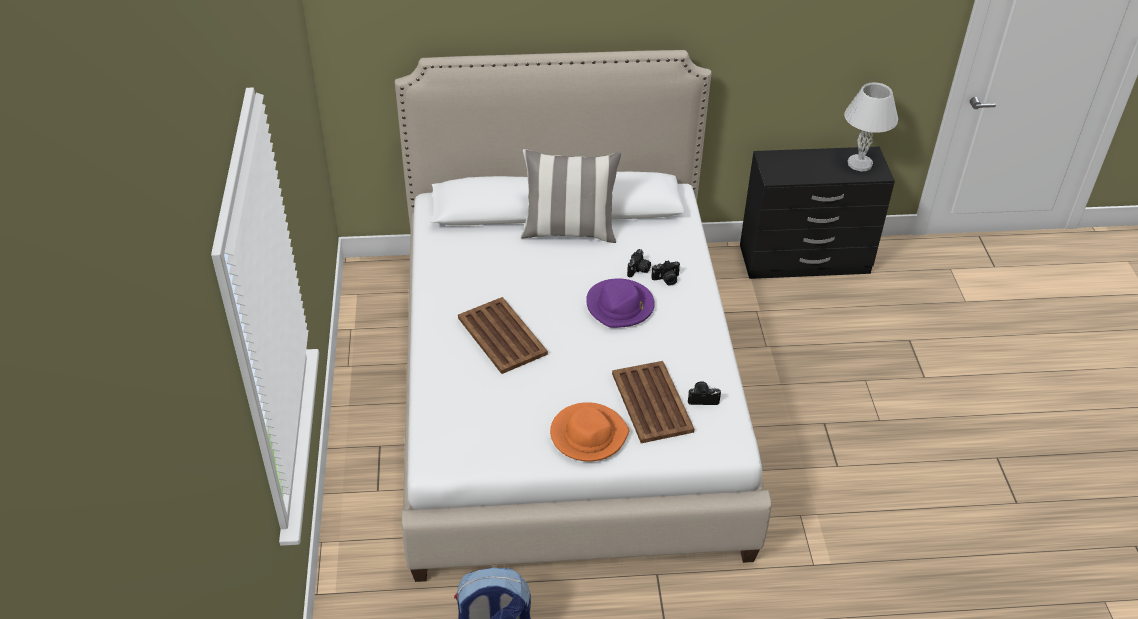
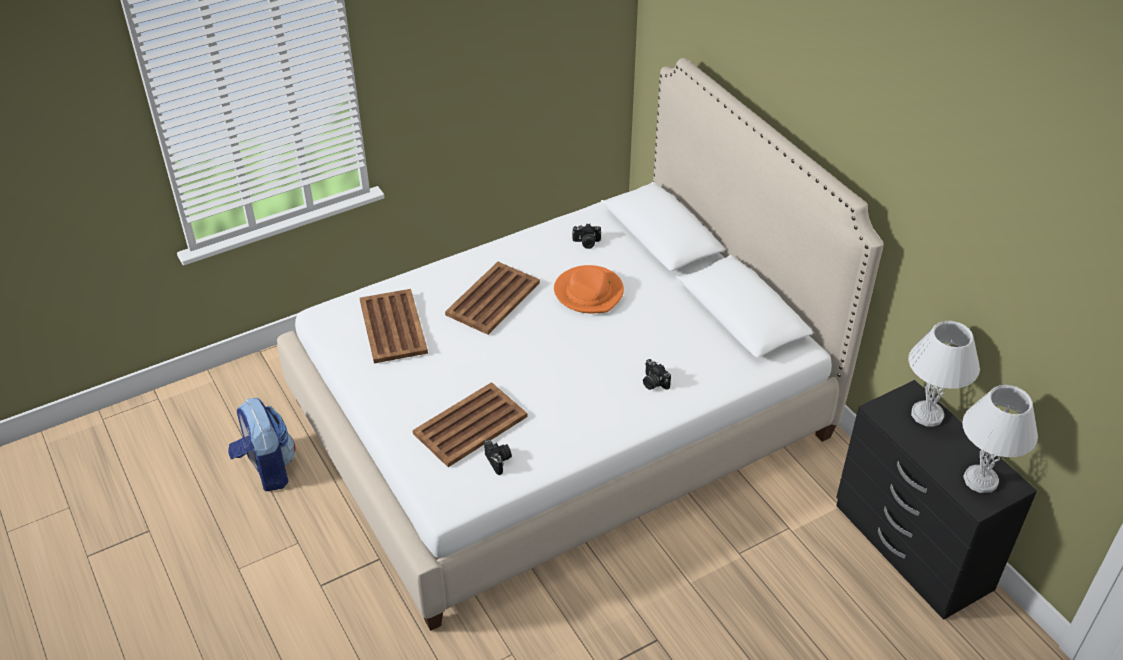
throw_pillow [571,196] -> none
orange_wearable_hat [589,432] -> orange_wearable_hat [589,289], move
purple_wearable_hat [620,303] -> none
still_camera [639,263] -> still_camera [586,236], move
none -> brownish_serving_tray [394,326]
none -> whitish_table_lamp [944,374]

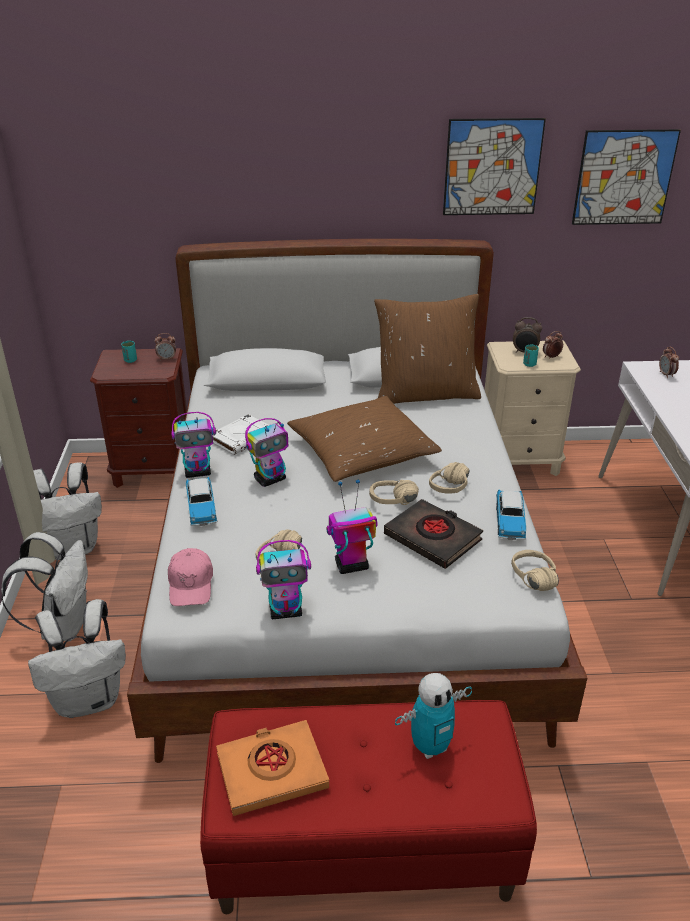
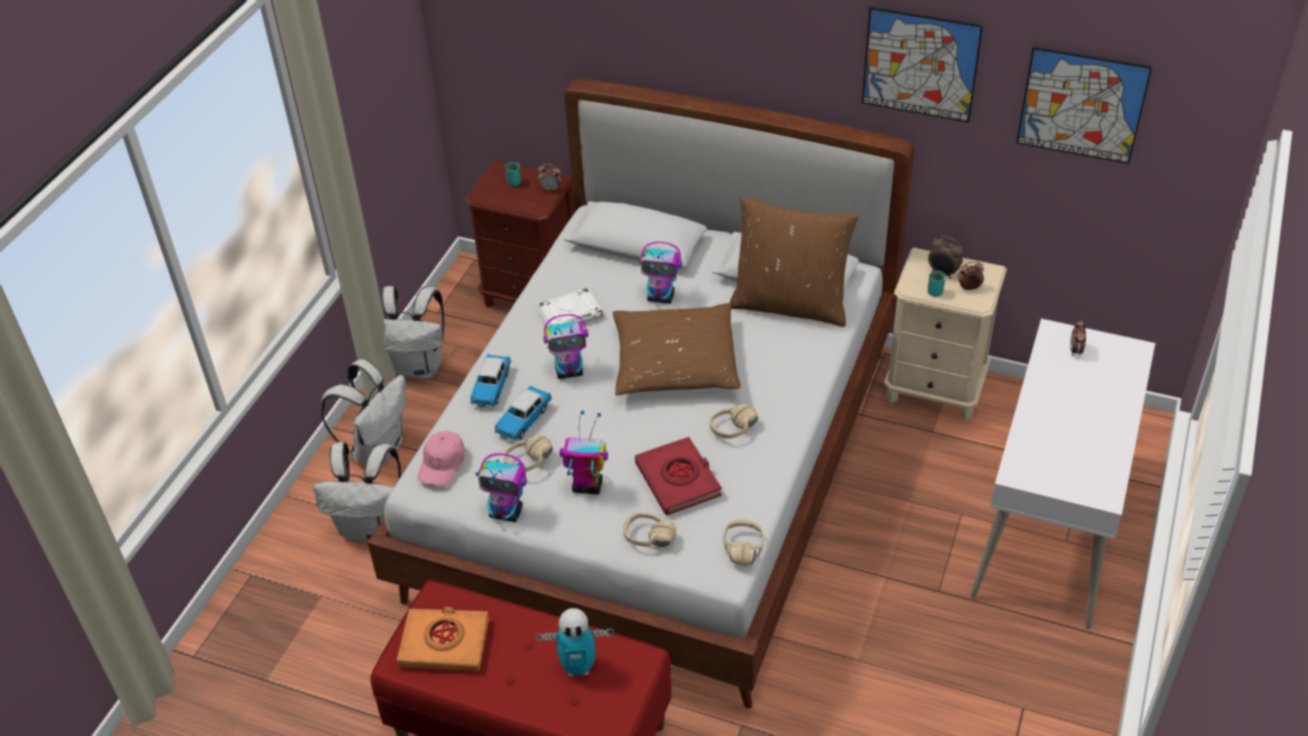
robot_figure [193,445] -> robot_figure [660,273], move
beige-coloured_pair_of_headphones [394,492] -> beige-coloured_pair_of_headphones [649,531], move
black_bound_book [433,534] -> red_bound_book [678,476]
miniature_car [511,514] -> miniature_car [523,413], move

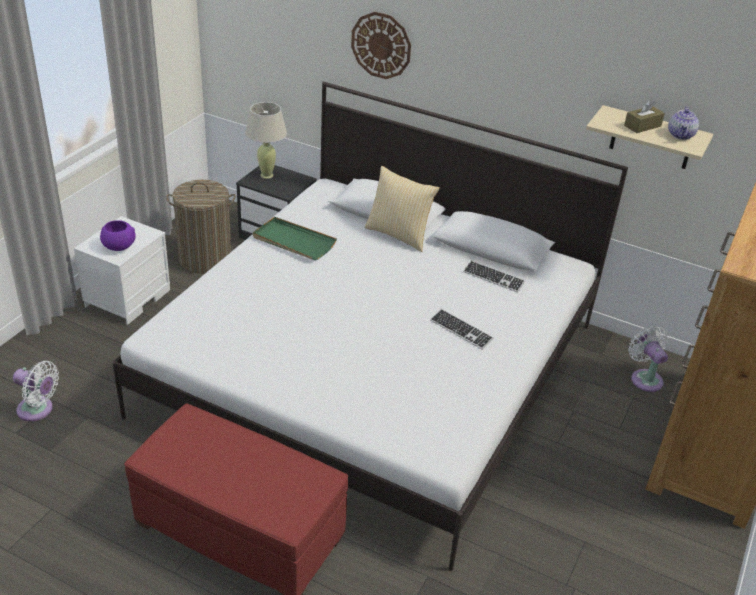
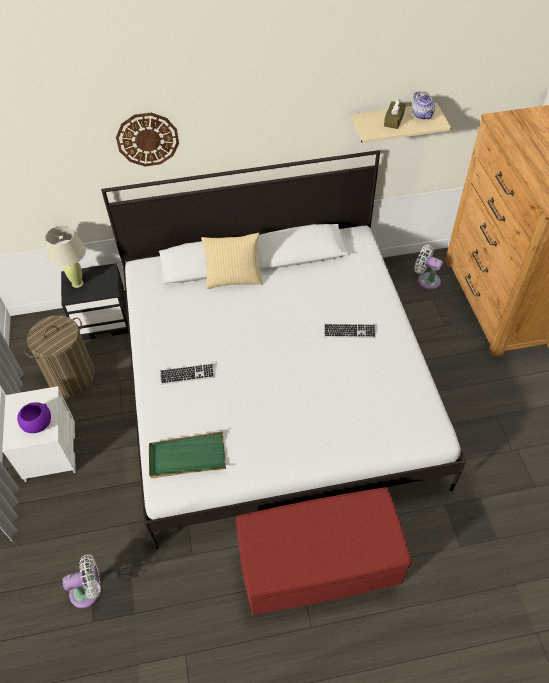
greenish_serving_tray [295,238] -> greenish_serving_tray [187,454], move
computer_keyboard [494,277] -> computer_keyboard [187,373], move

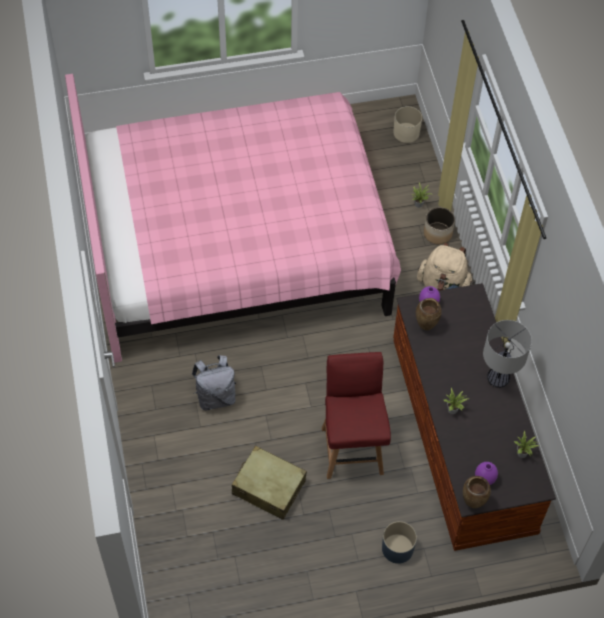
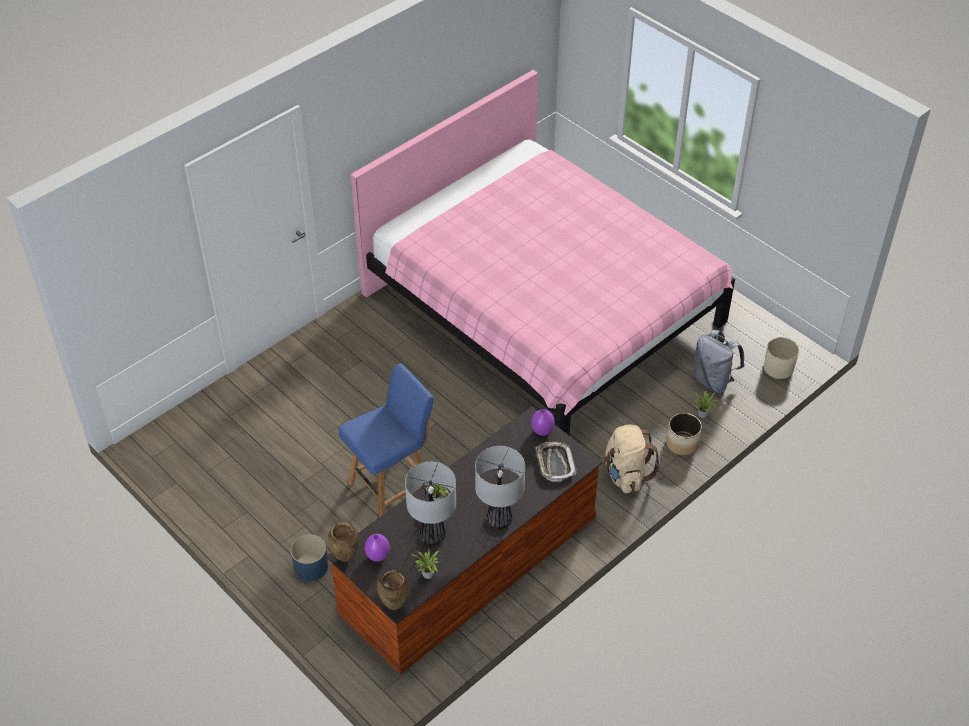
grey_backpack [214,383] -> grey_backpack [718,362], move
beige-coloured_piece_of_luggage [269,483] -> none
red_plain_chair [356,415] -> blue-coloured_plain_chair [386,440]
brownish_vase [428,314] -> brownish_vase [393,590], move
none -> table_lamp [430,503]
none -> serving_tray [555,462]

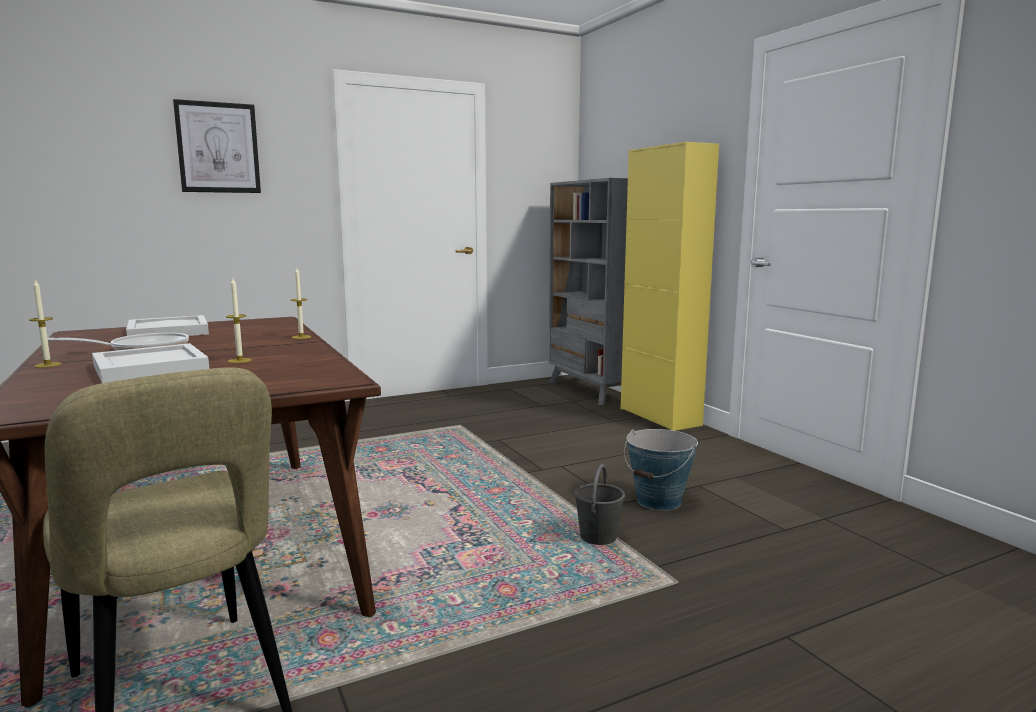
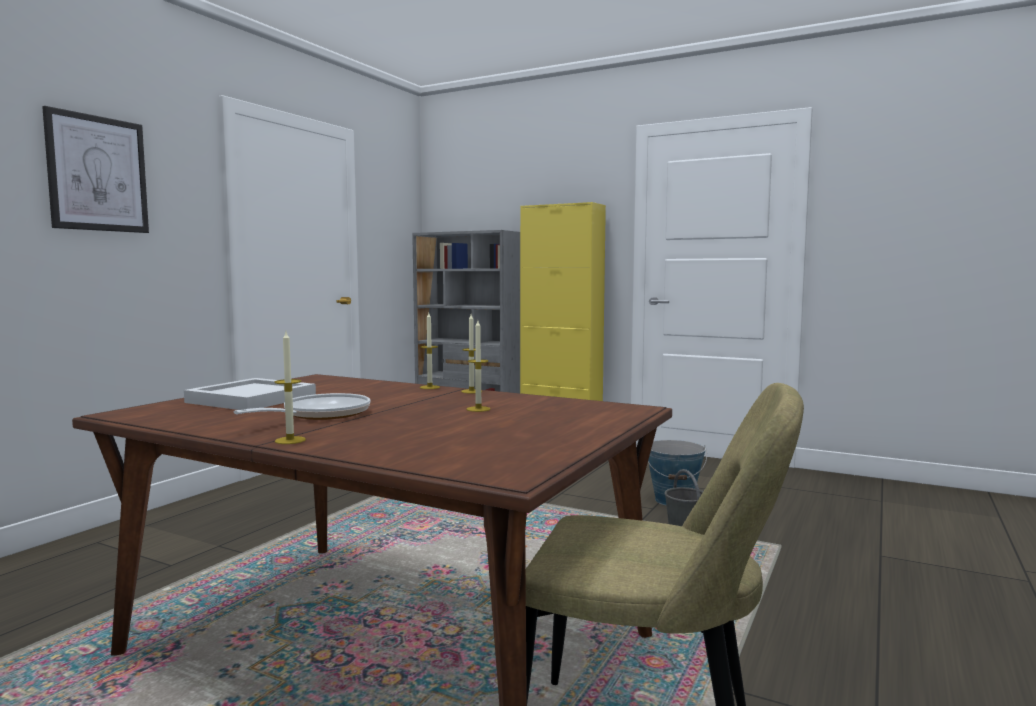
whitish_serving_tray [150,363] -> none
none -> wax_candle [471,354]

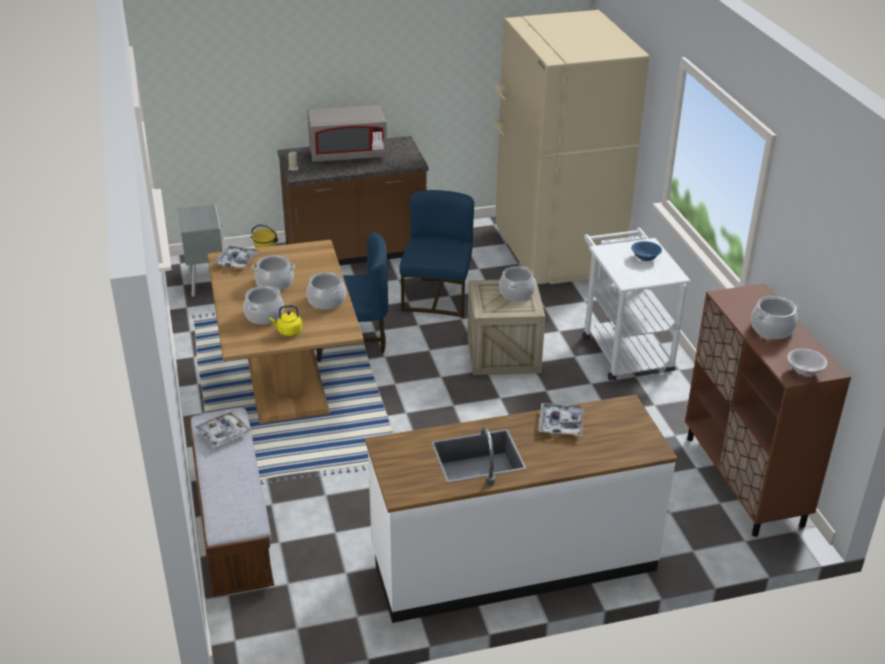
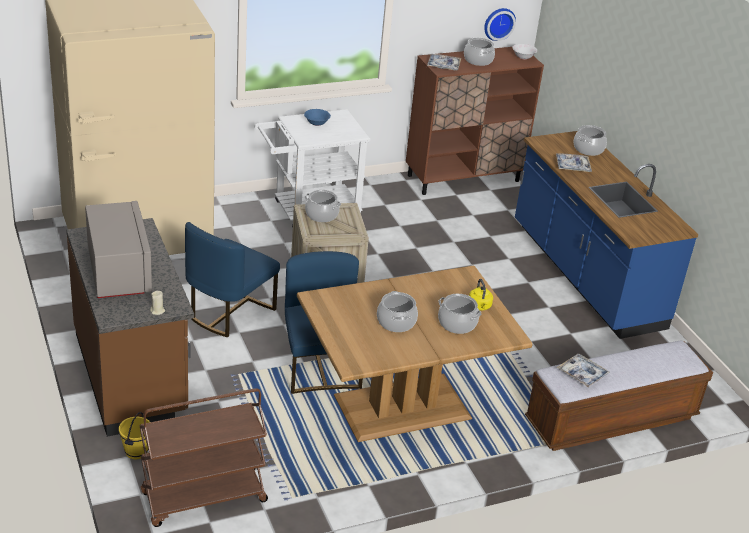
grey_night_table [200,251] -> brownish_trolley [203,457]
serving_tray [236,257] -> serving_tray [444,62], move
cooking_pot [326,291] -> cooking_pot [590,140], move
whitish_kitchen_base_unit [521,508] -> blue-coloured_kitchen_base_unit [606,235]
blue-coloured_plain_chair [436,253] -> blue-coloured_plain_chair [232,280], 60 degrees counterclockwise
none -> hanging_clock [500,24]

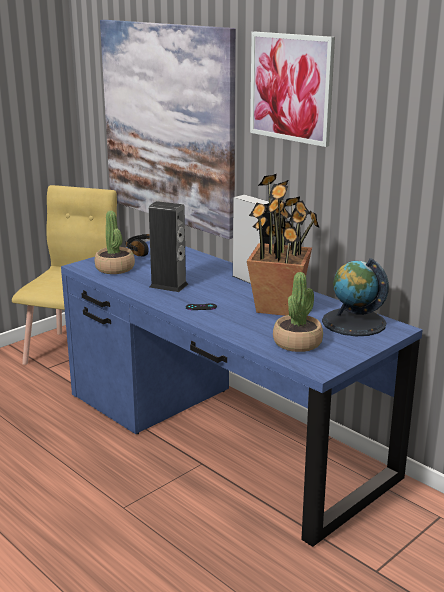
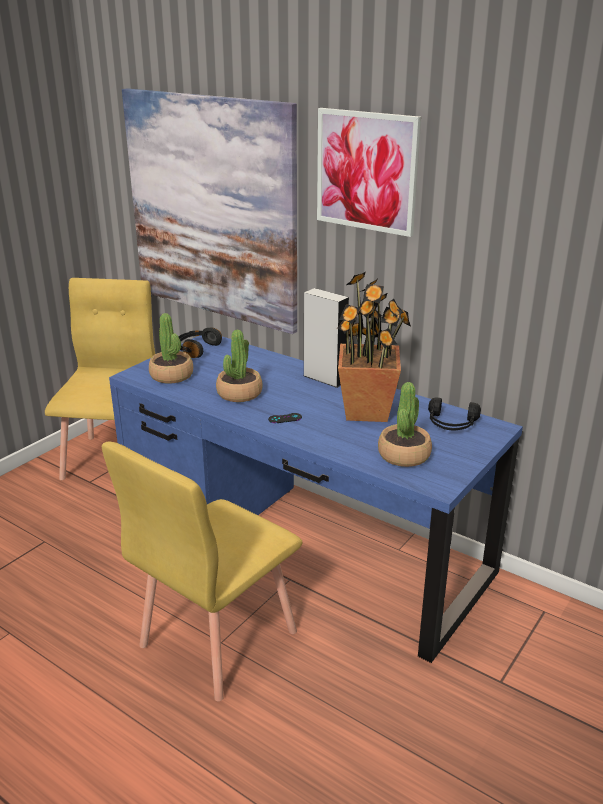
audio_speaker [168,246] -> plant_in_a_pot [239,366]
globe [355,297] -> black_pair_of_headphones [454,414]
none -> yellow_plain_chair [202,571]

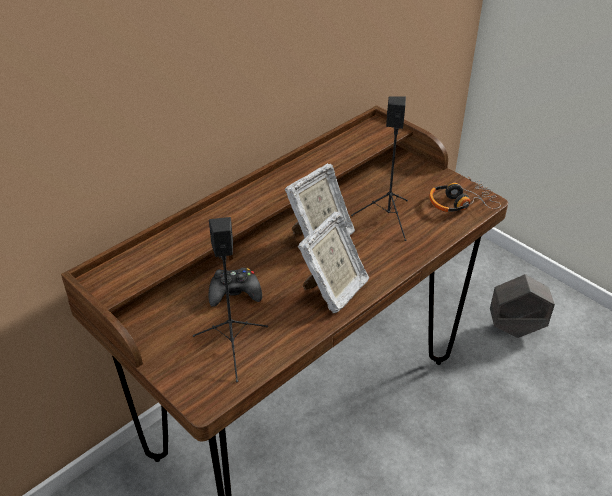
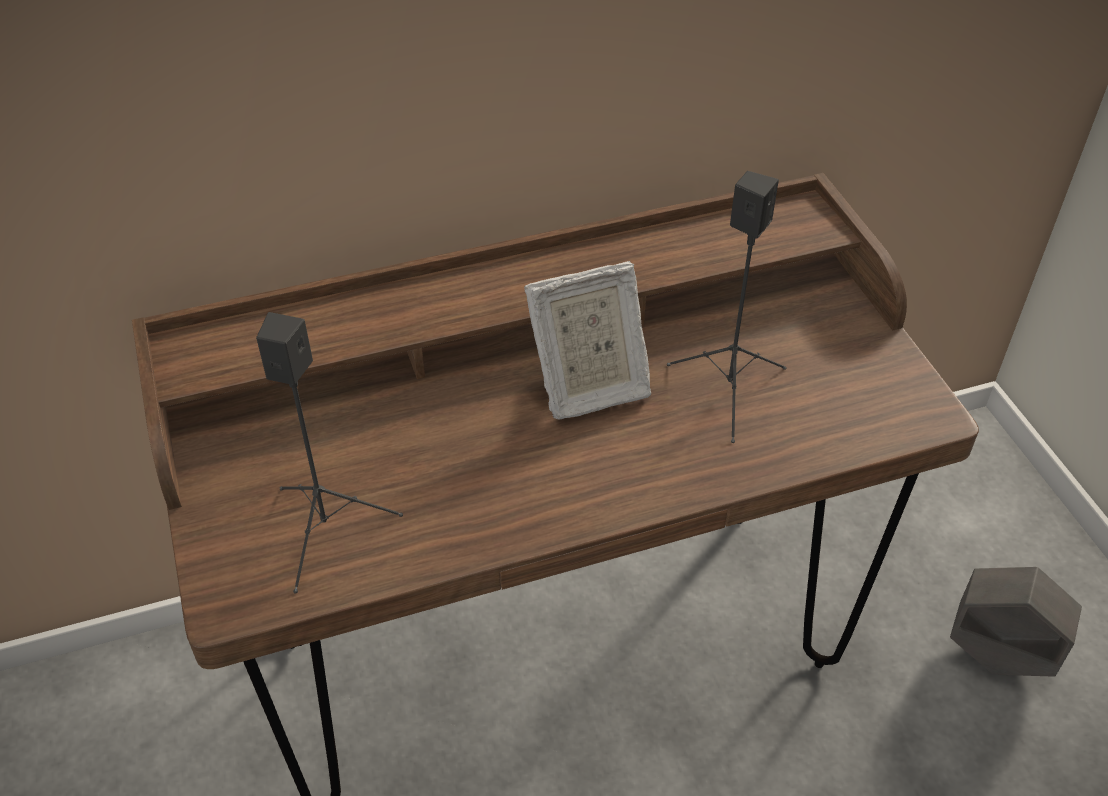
black_game_controller [235,287] -> none
picture_frame [333,262] -> none
pair_of_headphones [465,194] -> none

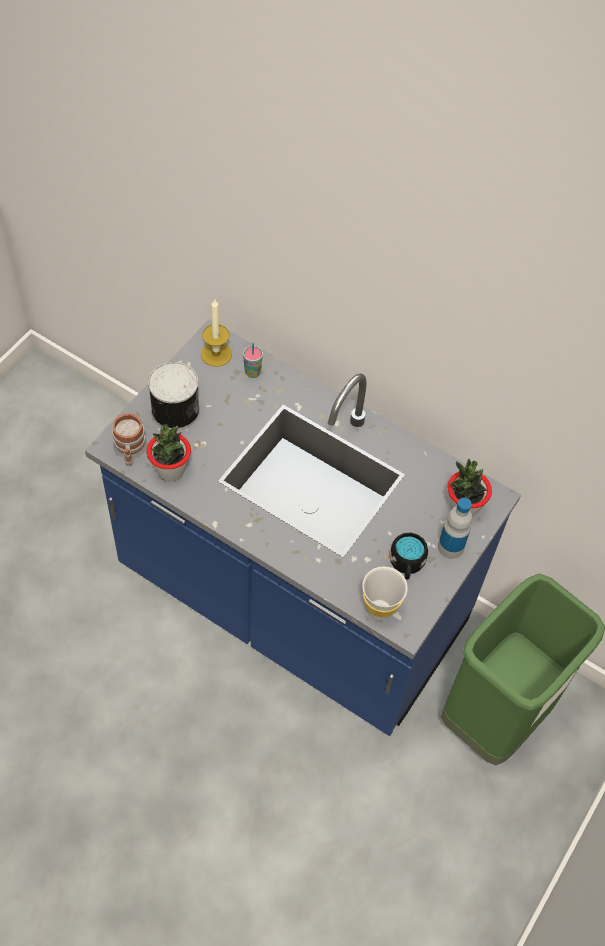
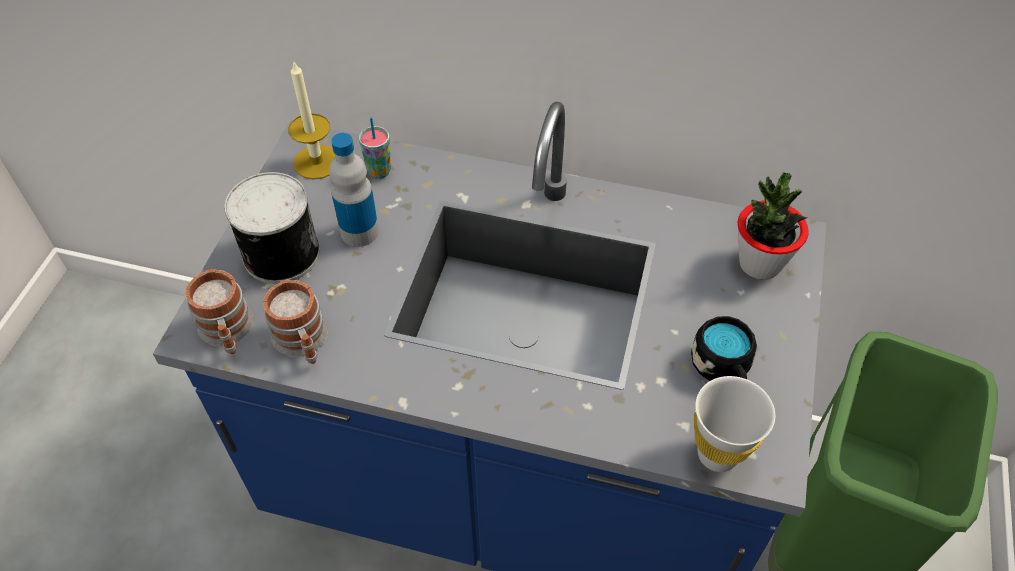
plant_in_a_pot [169,453] -> coffee_mug [295,321]
drink_bottle [455,528] -> drink_bottle [354,190], move

